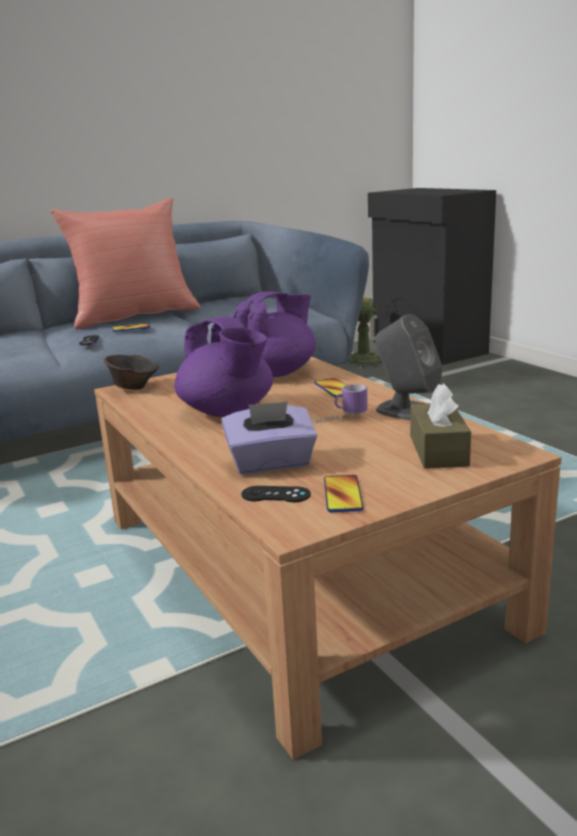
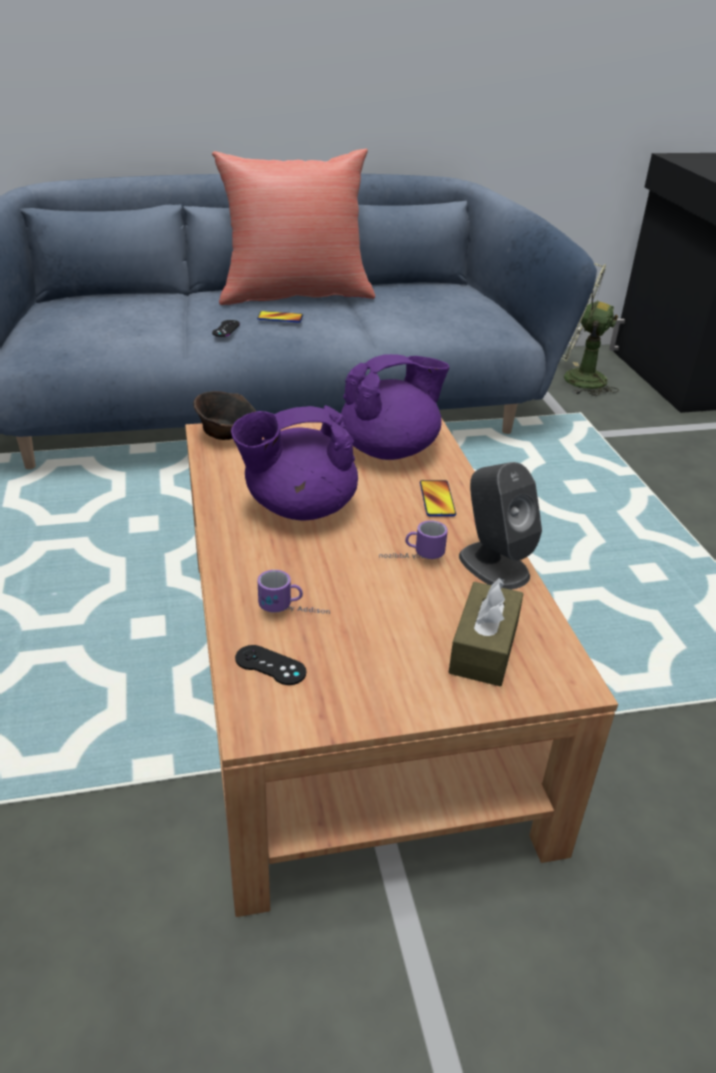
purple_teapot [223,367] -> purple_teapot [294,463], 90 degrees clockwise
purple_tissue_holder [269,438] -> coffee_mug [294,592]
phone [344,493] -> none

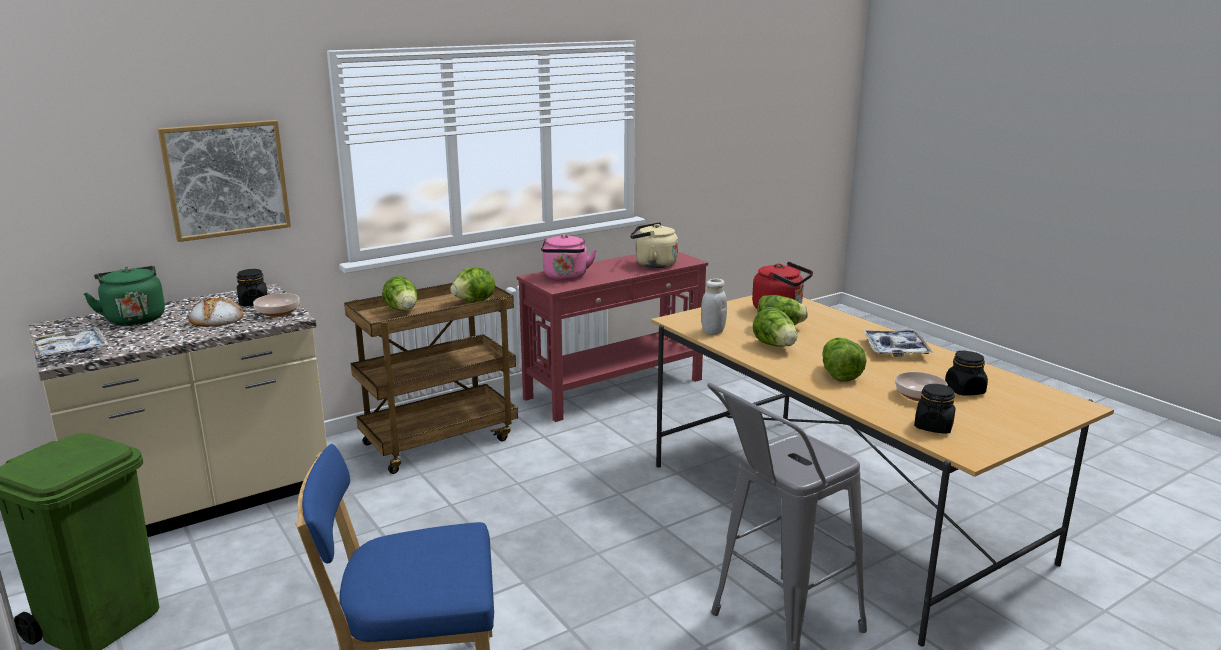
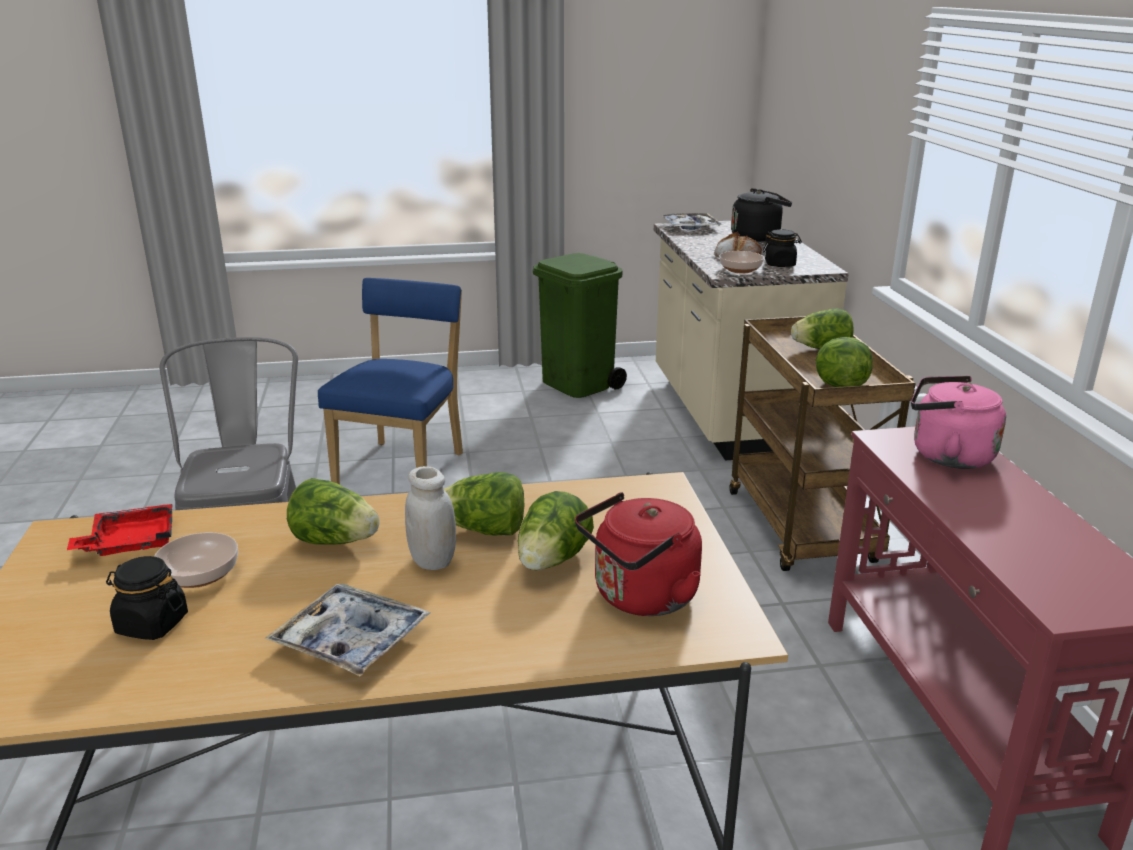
greenish_tea_kettle [124,296] -> black_tea_kettle [761,215]
wall_picture [224,181] -> none
beige-coloured_tea_kettle [654,245] -> none
whitish_storage_jar [714,306] -> whitish_storage_jar [430,518], move
black_storage_jar [935,409] -> red_serving_tray [119,530]

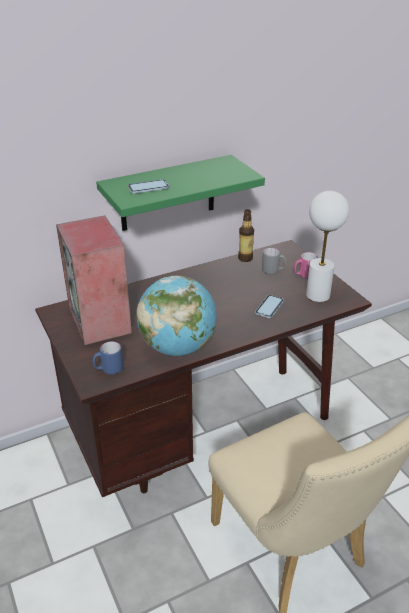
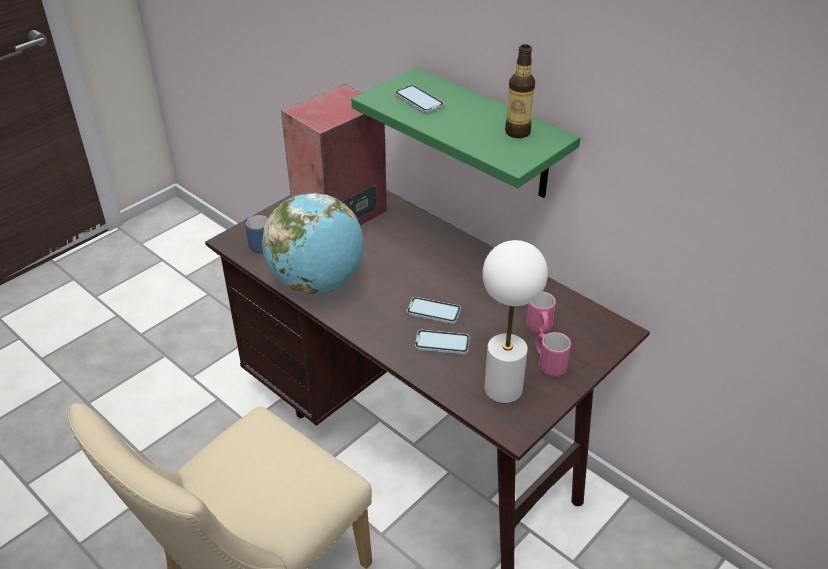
drink_bottle [246,235] -> drink_bottle [520,91], move
grey_coffee_mug [274,261] -> pink-coloured_coffee_mug [541,313]
none -> phone [434,310]

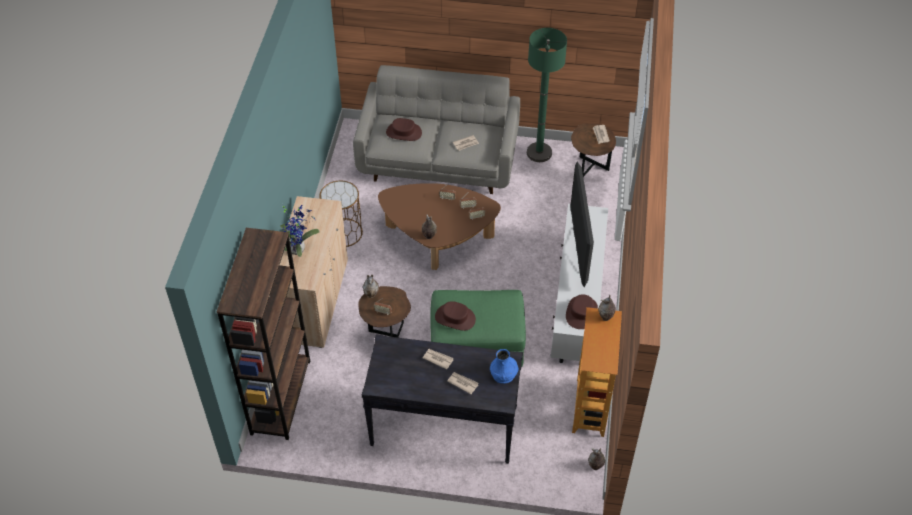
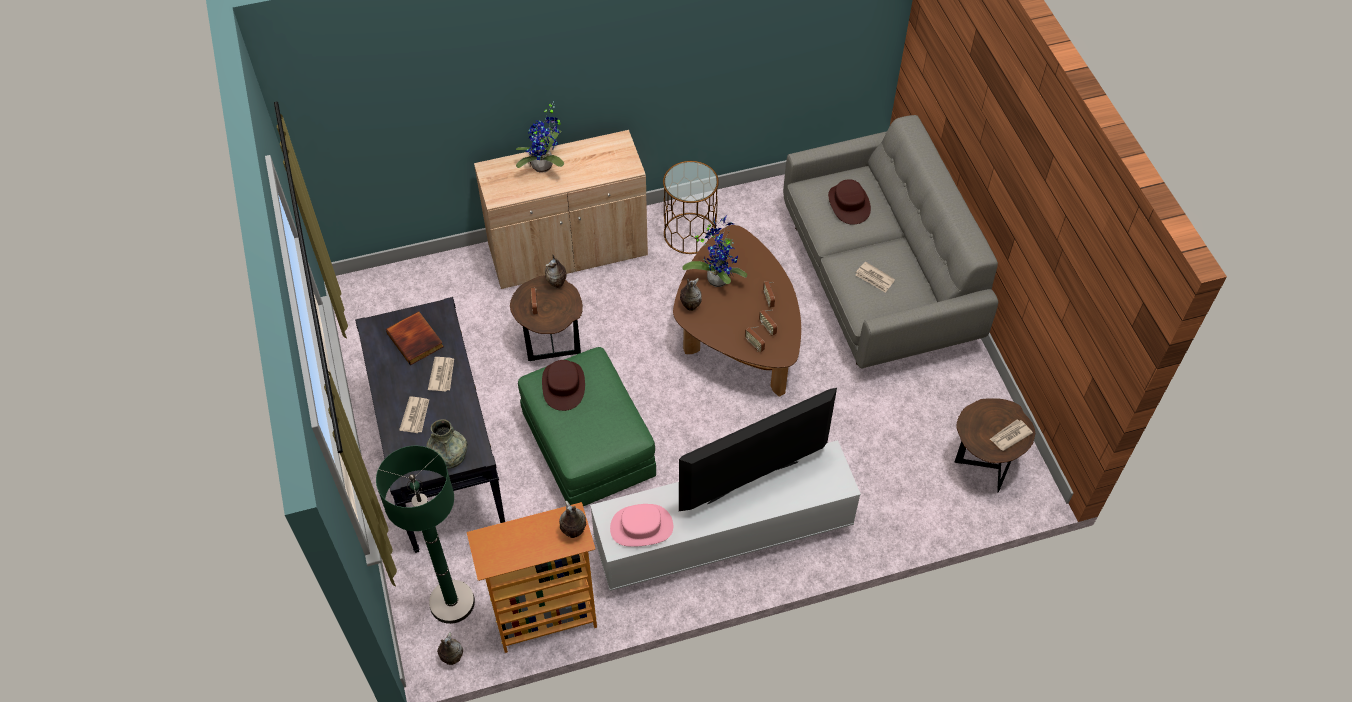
brownish_bookshelf [263,334] -> none
blue-coloured_vase [504,366] -> grey_vase [447,444]
greenish_standard_lamp [547,95] -> greenish_standard_lamp [425,535], move
brownish_wearable_hat [582,311] -> pink-coloured_wearable_hat [641,525]
none -> bound_book [415,338]
none -> plant_in_a_pot [715,251]

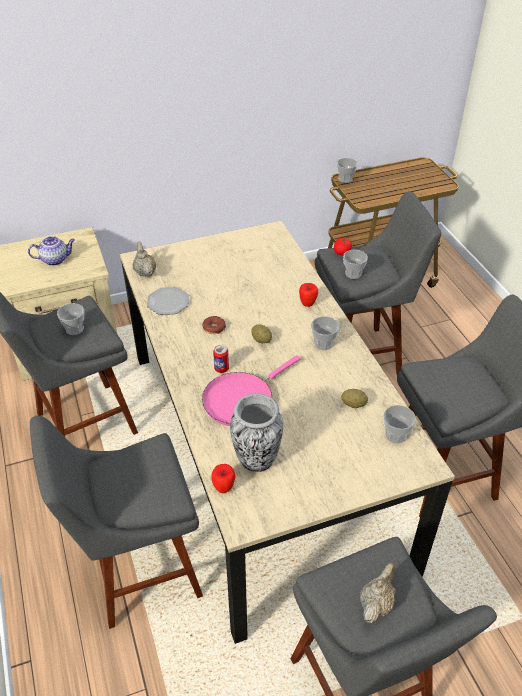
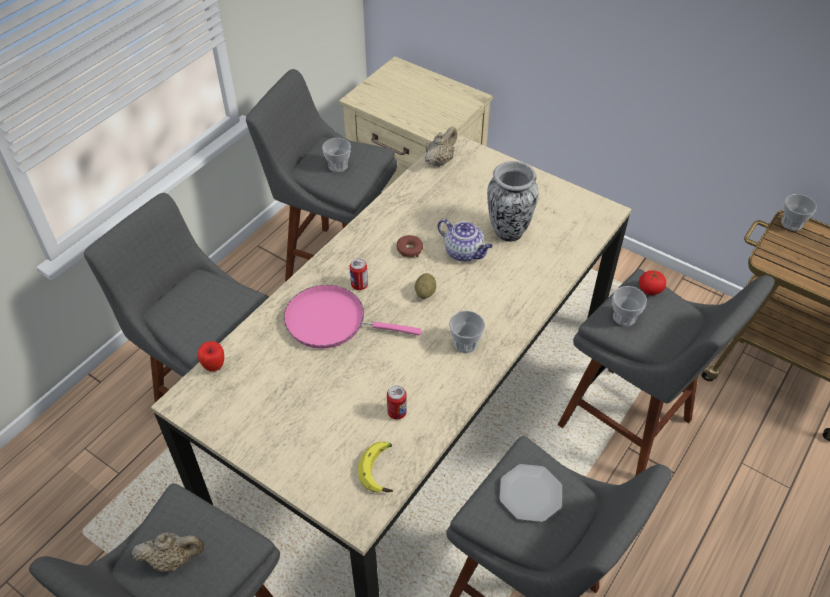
teapot [51,251] -> teapot [465,240], move
flat_dish [168,301] -> flat_dish [530,493], move
vase [256,432] -> vase [512,201], move
apple [308,295] -> none
spud [354,398] -> sealed_can [397,402]
small_cup [400,424] -> banana_fruit [375,467]

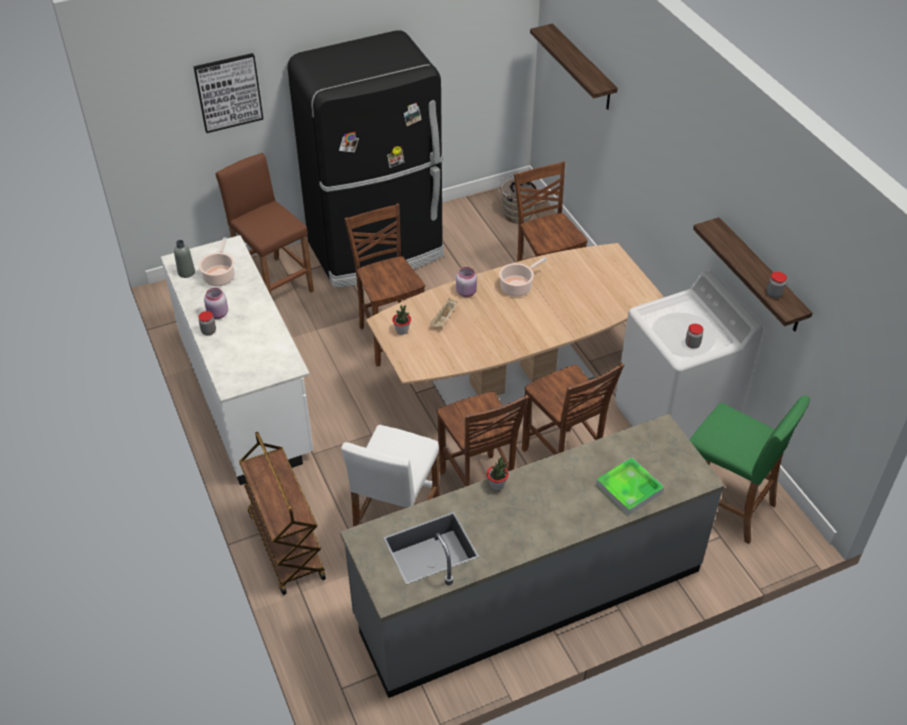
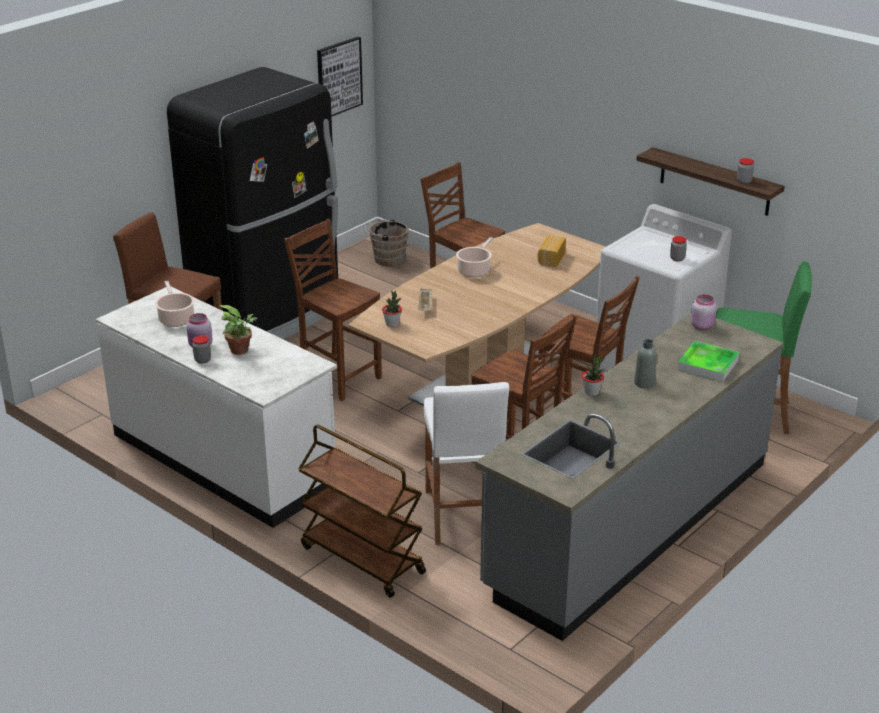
grey_drink_bottle [184,259] -> grey_drink_bottle [645,363], move
wall_picture [228,93] -> wall_picture [340,77], move
pink-coloured_storage_jar [466,282] -> pink-coloured_storage_jar [703,312], move
bracket_shelf [574,67] -> none
none -> plant_in_a_pot [238,330]
none -> baked_bread [551,251]

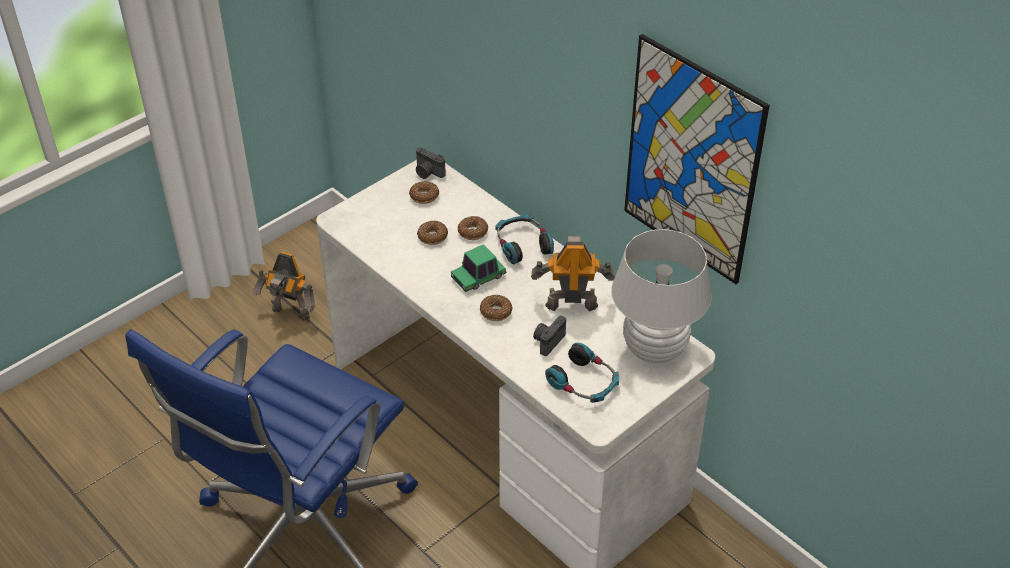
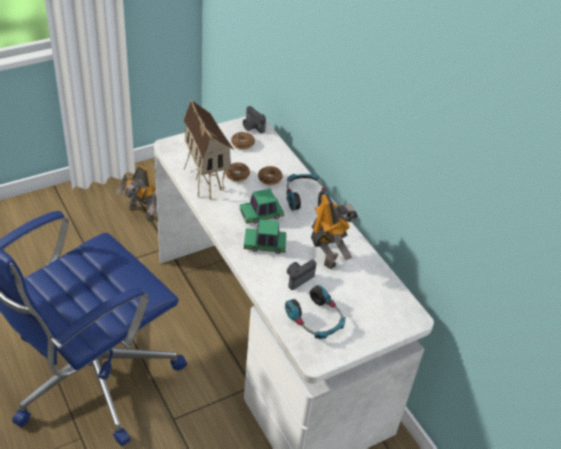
ring_doughnut [496,308] -> miniature_car [265,236]
robot_figure [573,274] -> robot_figure [334,231], 60 degrees clockwise
whitish_table_lamp [661,296] -> none
wall_picture [697,159] -> none
none -> model_house [208,149]

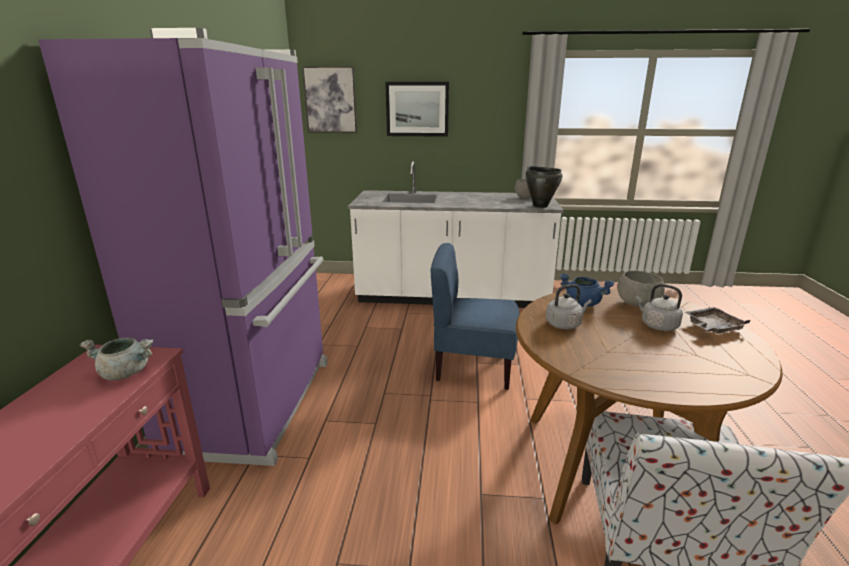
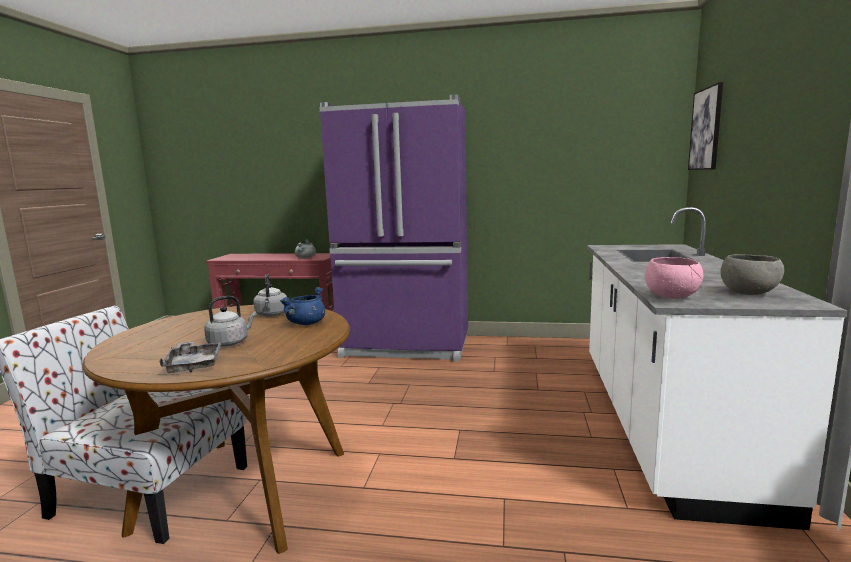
wall_picture [417,109] -> none
blue-coloured_plain_chair [475,316] -> none
black_cooking_pot [544,187] -> pink-coloured_serving_bowl [674,278]
grey_serving_bowl [641,289] -> none

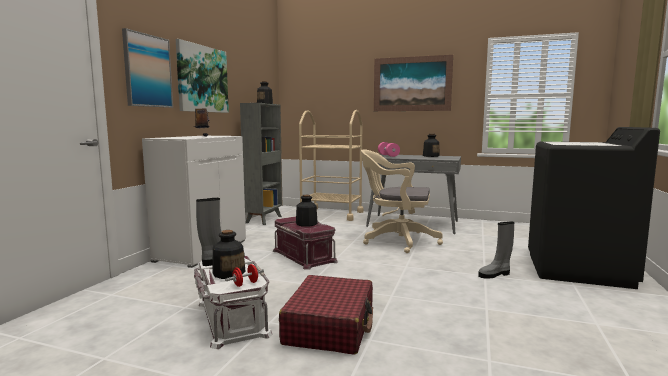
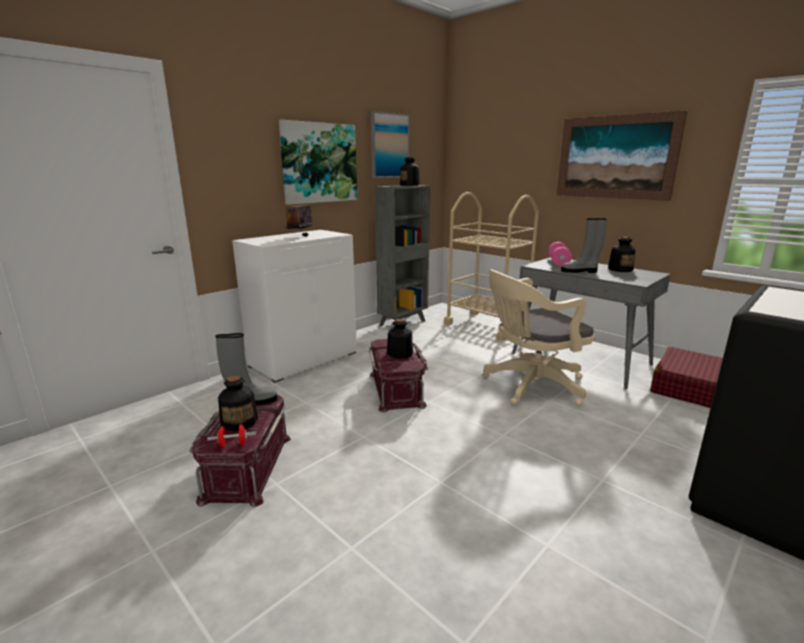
wall_picture [147,68] -> wall_picture [390,144], move
whitish_storage_container [233,302] -> red_storage_container [240,450]
red_piece_of_luggage [326,315] -> red_piece_of_luggage [687,377], move
beige-coloured_desk_chair [402,201] -> beige-coloured_desk_chair [539,338], 60 degrees counterclockwise
grey_tall_boot [496,250] -> grey_tall_boot [584,245], move

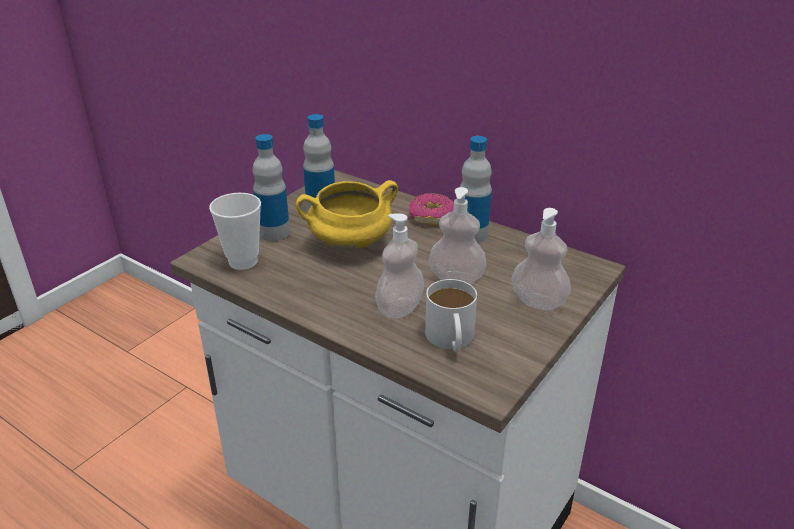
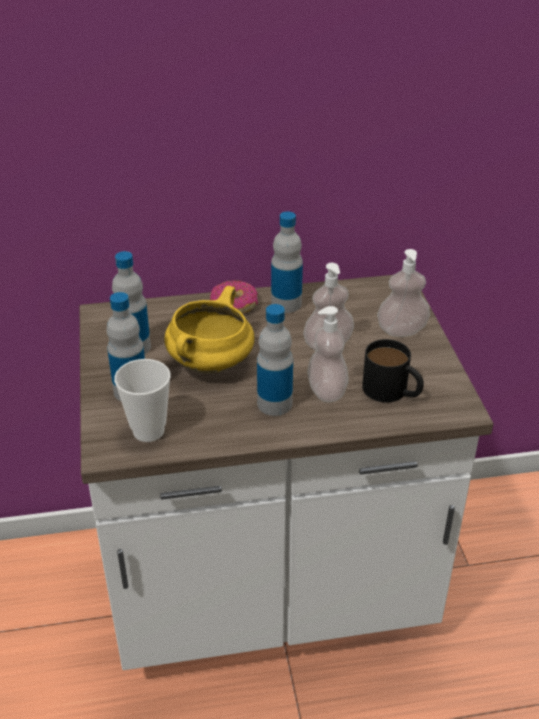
whitish_coffee_mug [451,315] -> black_coffee_mug [393,370]
none -> drink_bottle [275,360]

